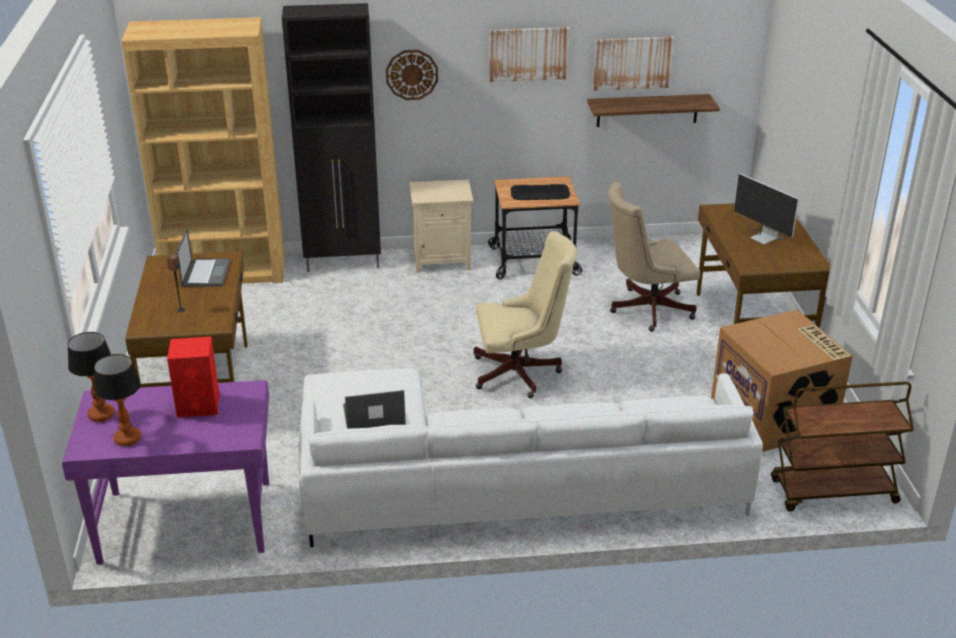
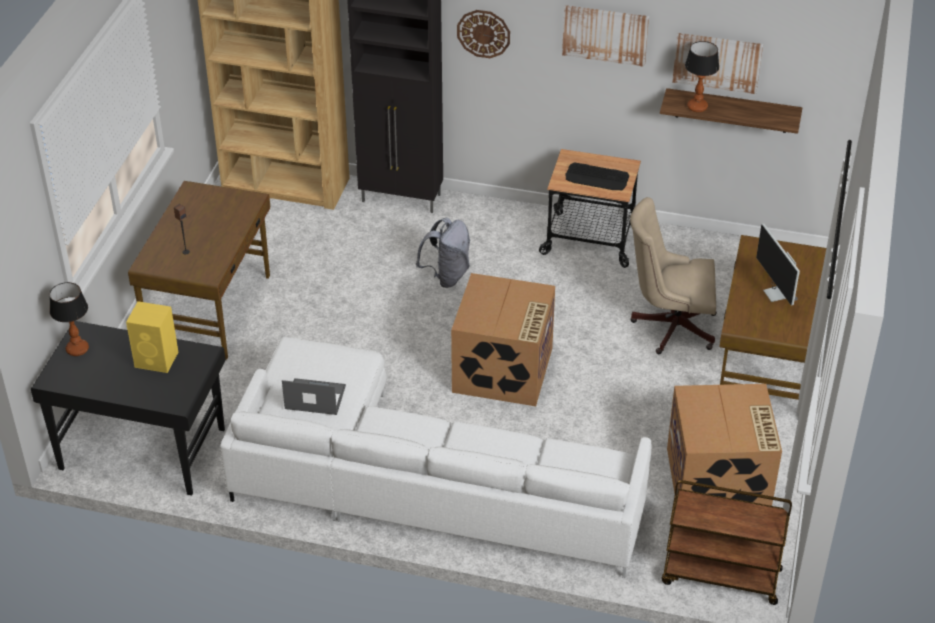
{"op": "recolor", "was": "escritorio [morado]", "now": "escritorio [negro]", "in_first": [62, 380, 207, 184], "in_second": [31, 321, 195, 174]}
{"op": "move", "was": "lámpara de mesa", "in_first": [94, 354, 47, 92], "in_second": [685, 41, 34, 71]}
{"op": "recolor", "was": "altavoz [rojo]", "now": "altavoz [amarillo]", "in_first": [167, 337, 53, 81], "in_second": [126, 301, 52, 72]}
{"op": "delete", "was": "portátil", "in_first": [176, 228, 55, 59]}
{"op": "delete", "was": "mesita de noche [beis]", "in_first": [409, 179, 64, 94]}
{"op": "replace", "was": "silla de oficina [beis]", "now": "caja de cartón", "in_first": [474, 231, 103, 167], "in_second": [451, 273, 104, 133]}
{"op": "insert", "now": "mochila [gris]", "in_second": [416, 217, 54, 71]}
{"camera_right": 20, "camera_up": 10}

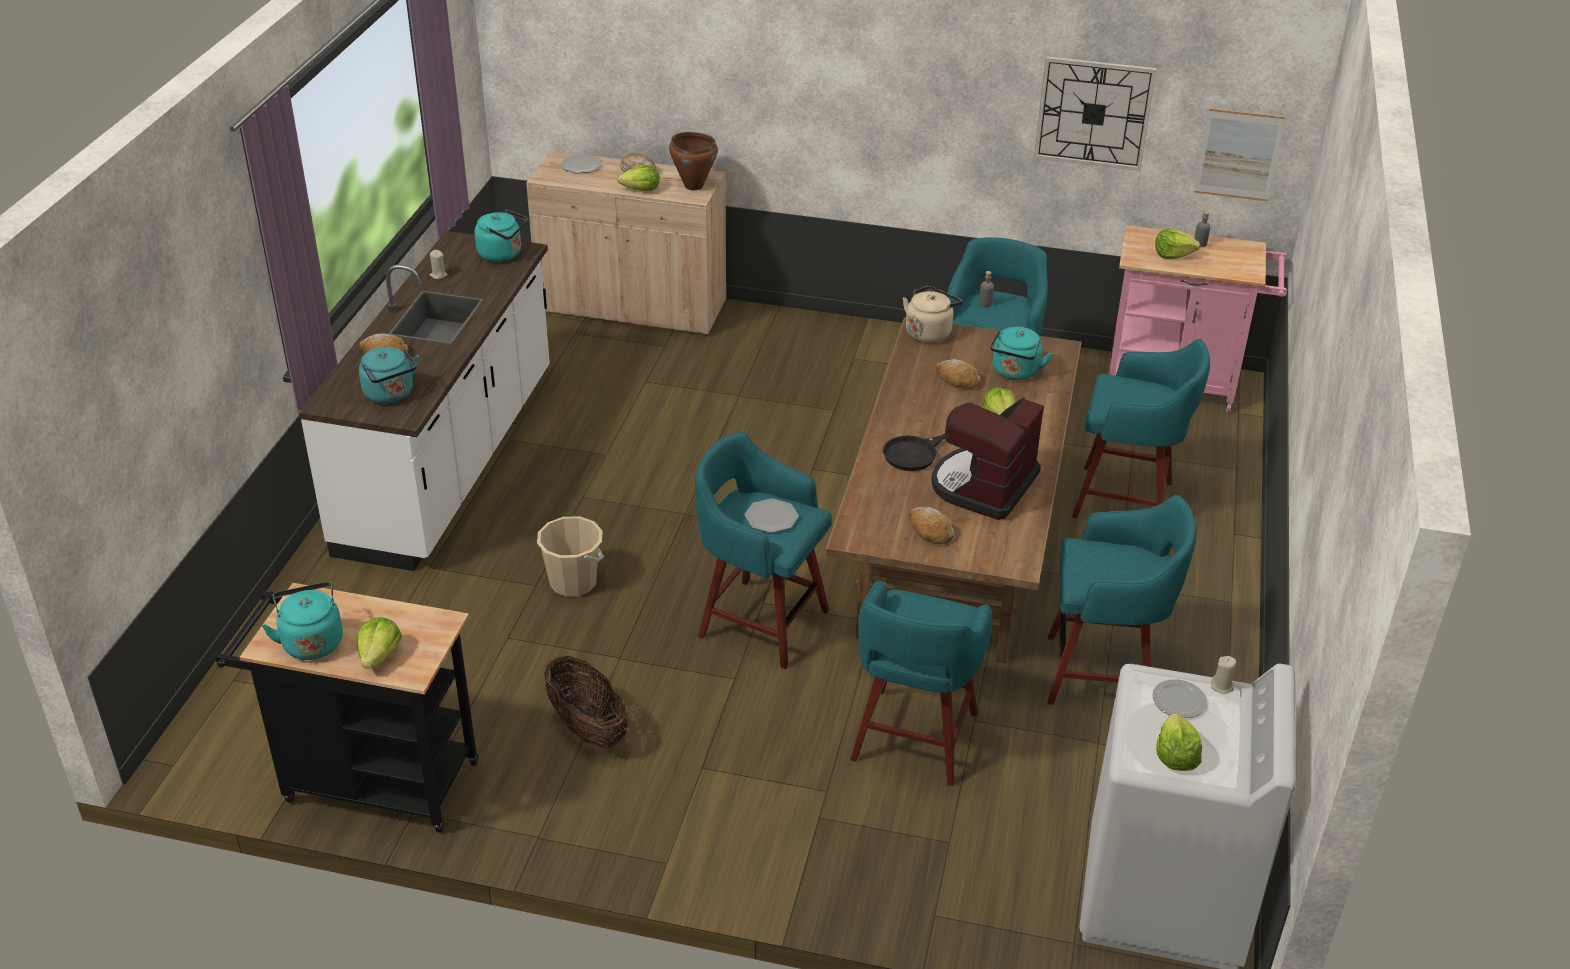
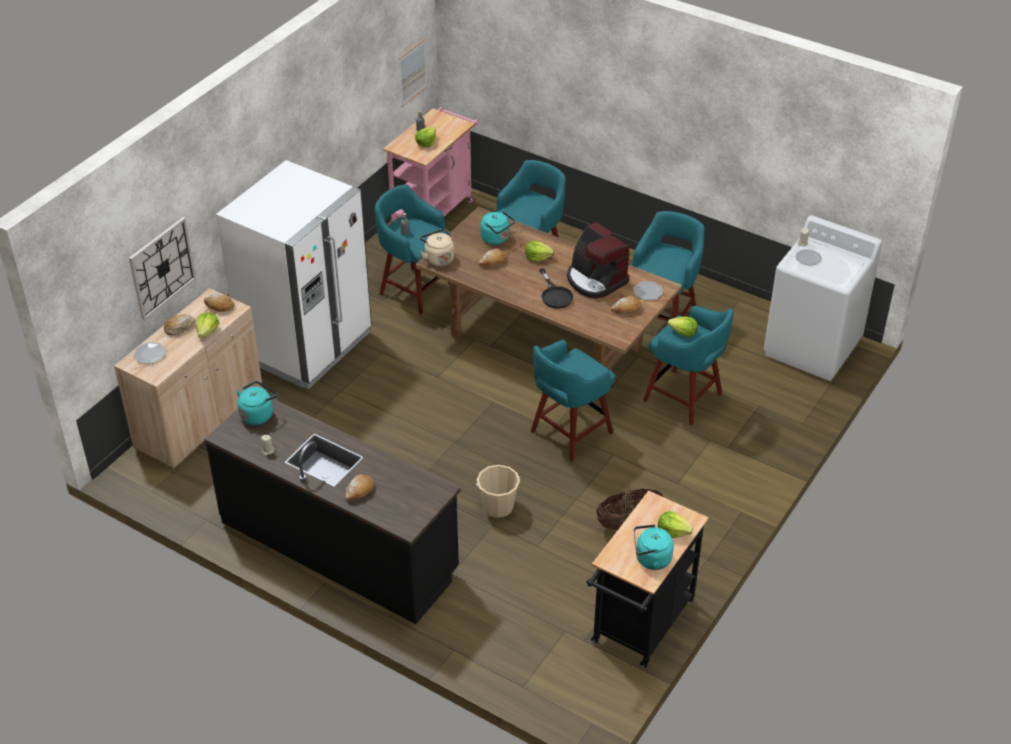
{"op": "recolor", "was": "mueble bajo de cocina [blanco]", "now": "mueble bajo de cocina [negro]", "in_first": [299, 231, 251, 340], "in_second": [204, 399, 257, 225]}
{"op": "delete", "was": "hervidor [turquesa]", "in_first": [359, 347, 60, 57]}
{"op": "replace", "was": "olla [marrón]", "now": "pan", "in_first": [669, 132, 49, 58], "in_second": [204, 294, 31, 18]}
{"op": "move", "was": "plato", "in_first": [744, 499, 55, 34], "in_second": [633, 281, 30, 19]}
{"op": "move", "was": "reloj de pared", "in_first": [1034, 56, 123, 115], "in_second": [129, 217, 67, 103]}
{"op": "move", "was": "lechuga", "in_first": [1156, 713, 46, 58], "in_second": [667, 317, 31, 20]}
{"op": "insert", "now": "nevera [blanco]", "in_second": [216, 160, 156, 229]}
{"camera_right": -70, "camera_up": 5}

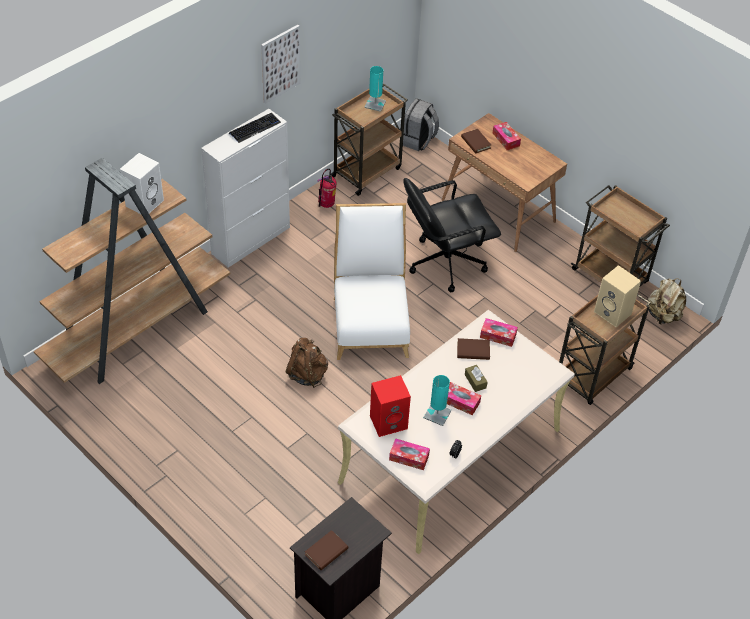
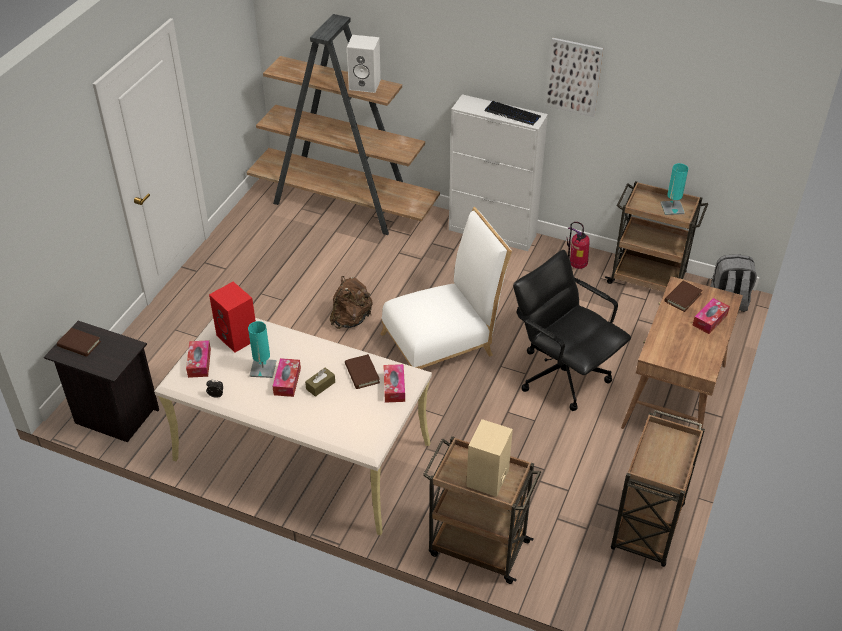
{"op": "delete", "was": "mochila [beis]", "in_first": [647, 279, 39, 46]}
{"camera_right": 70, "camera_up": -5}

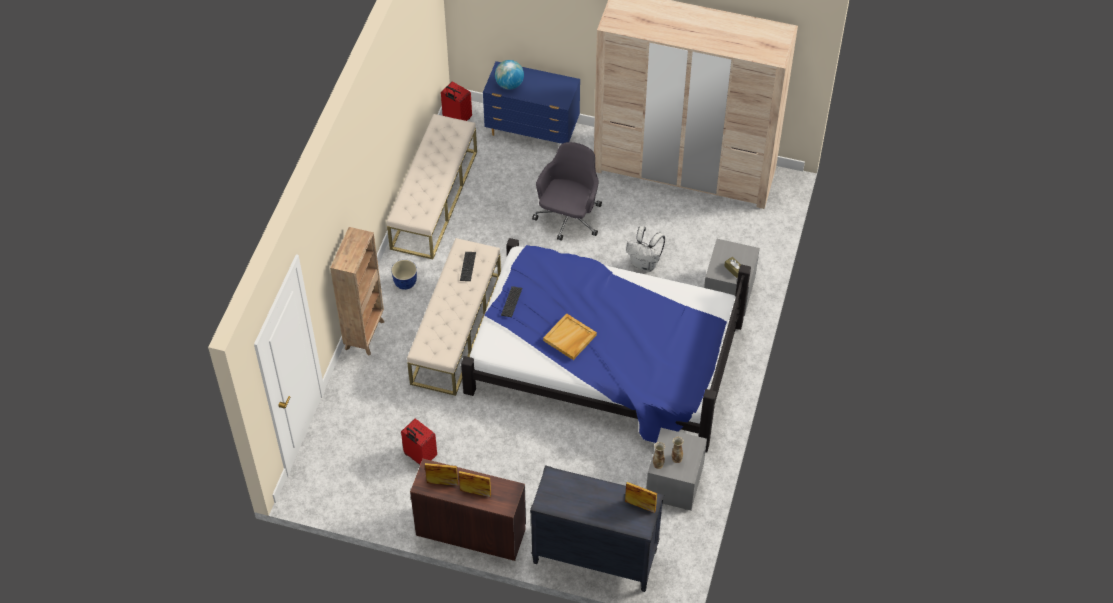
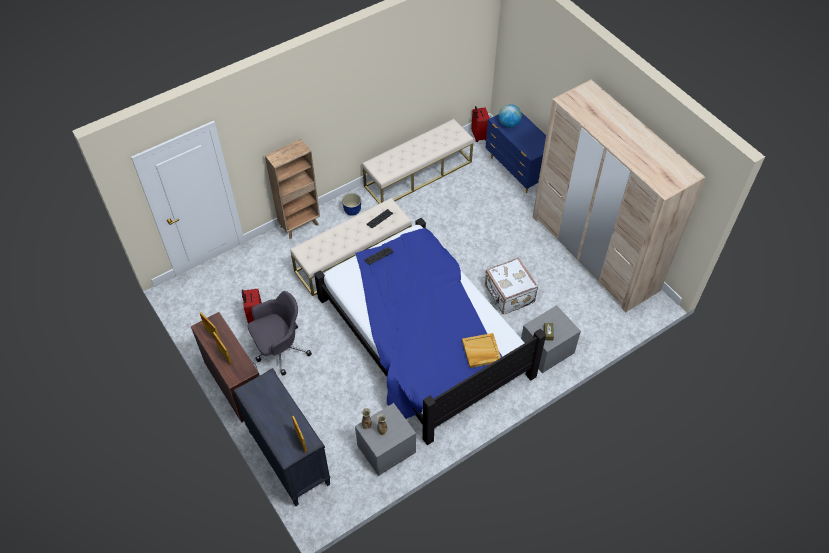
{"op": "move", "was": "silla de oficina [gris]", "in_first": [532, 142, 70, 99], "in_second": [248, 291, 64, 84]}
{"op": "move", "was": "bandeja [beis]", "in_first": [543, 313, 54, 47], "in_second": [462, 333, 39, 35]}
{"op": "replace", "was": "mochila [blanco]", "now": "maleta [blanco]", "in_first": [626, 226, 39, 46], "in_second": [485, 257, 53, 57]}
{"camera_right": 40, "camera_up": 0}

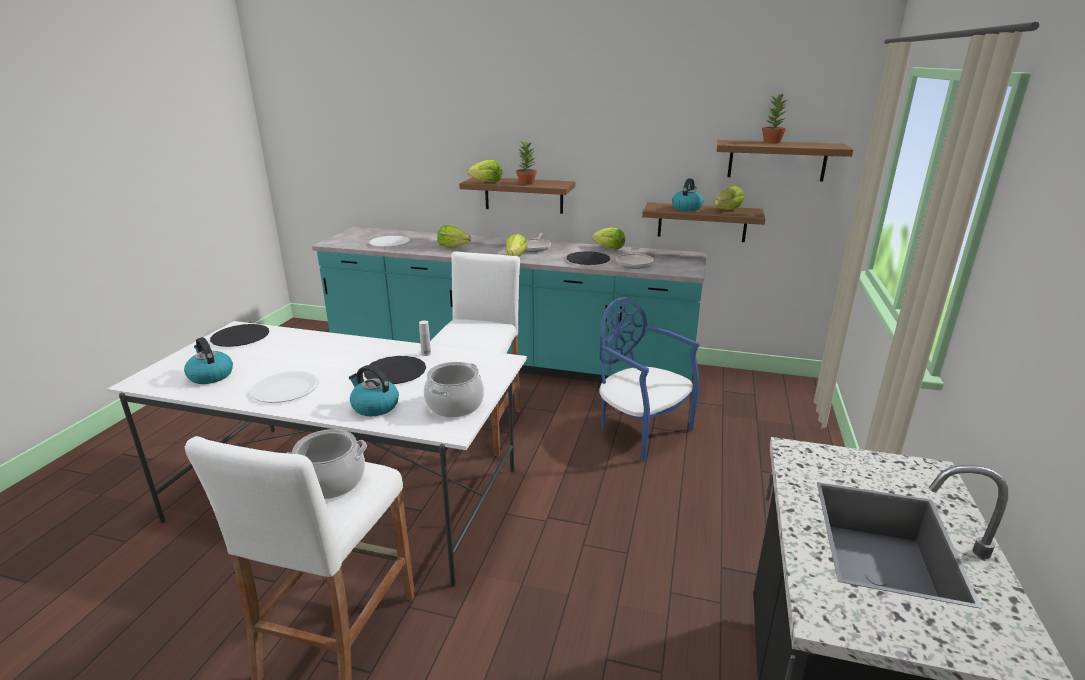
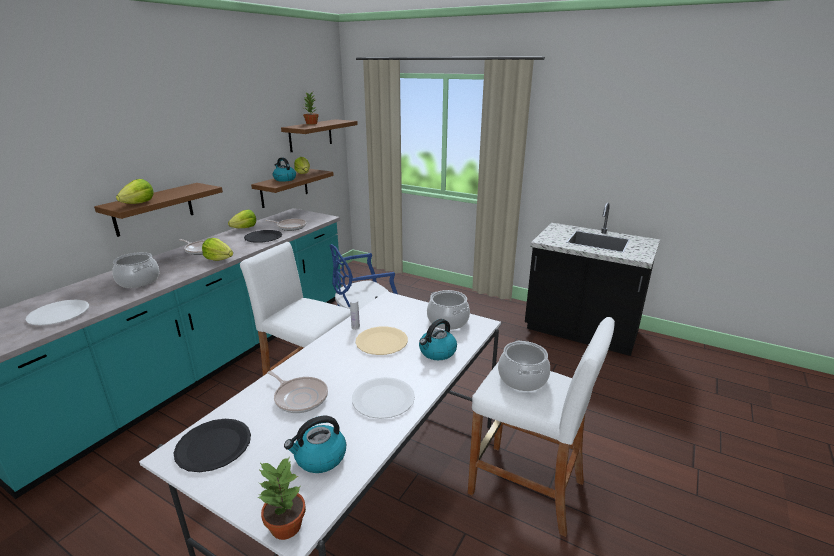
{"op": "recolor", "was": "plato [negro]", "now": "plato [beis]", "in_first": [364, 356, 62, 28], "in_second": [355, 326, 53, 29]}
{"op": "replace", "was": "lechuga", "now": "olla", "in_first": [437, 225, 34, 23], "in_second": [112, 252, 47, 36]}
{"op": "move", "was": "planta en maceta", "in_first": [516, 139, 21, 46], "in_second": [257, 457, 49, 83]}
{"op": "insert", "now": "sartén", "in_second": [267, 371, 61, 42]}
{"camera_right": -75, "camera_up": 0}

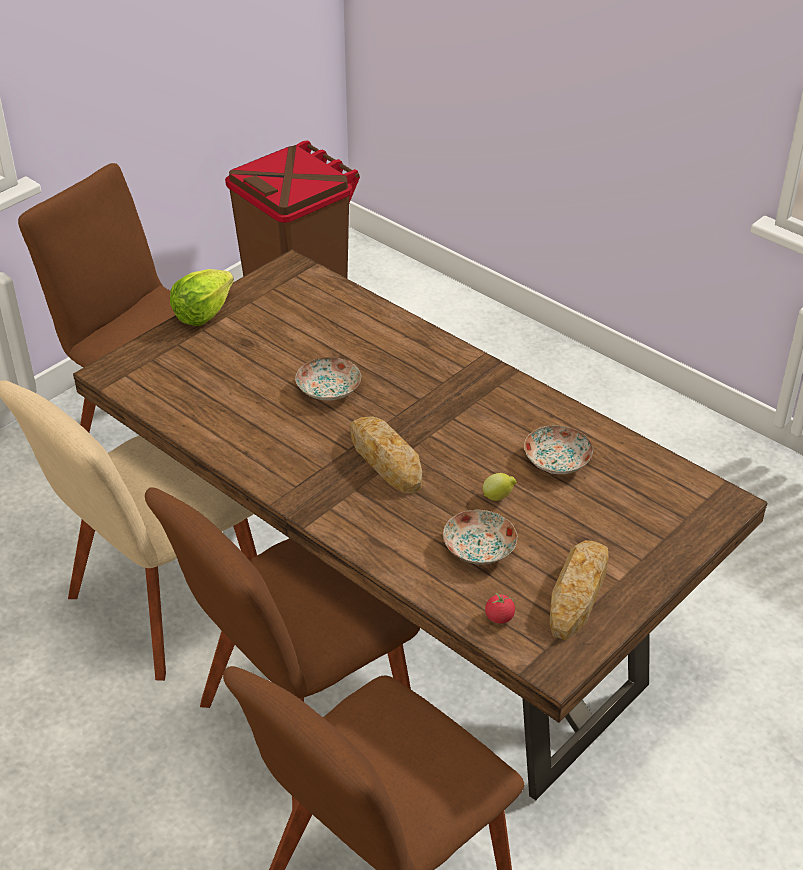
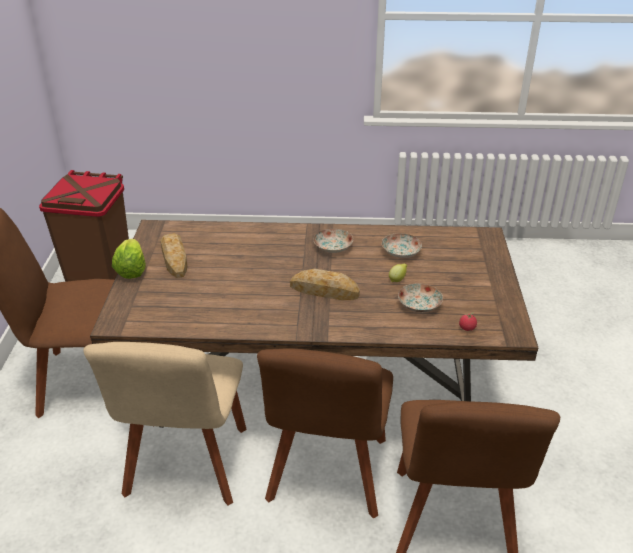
{"op": "move", "was": "plato", "in_first": [295, 357, 66, 44], "in_second": [314, 229, 39, 24]}
{"op": "move", "was": "pan", "in_first": [549, 540, 60, 100], "in_second": [160, 233, 27, 45]}
{"camera_right": -40, "camera_up": -5}

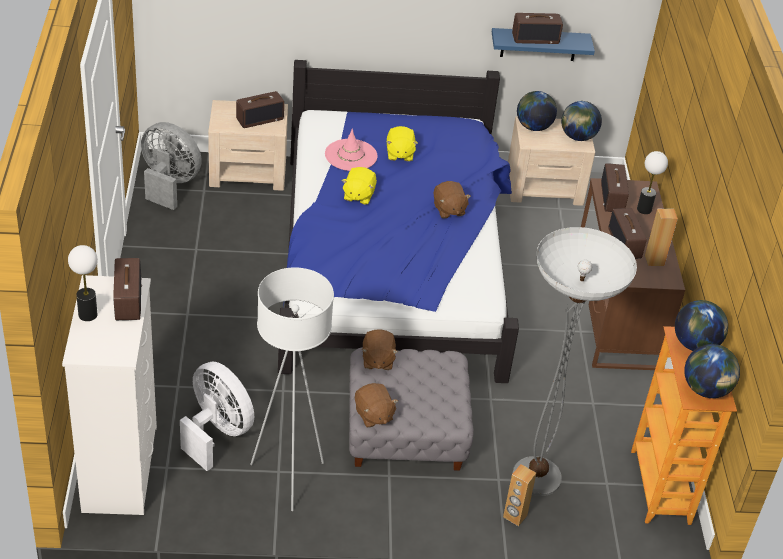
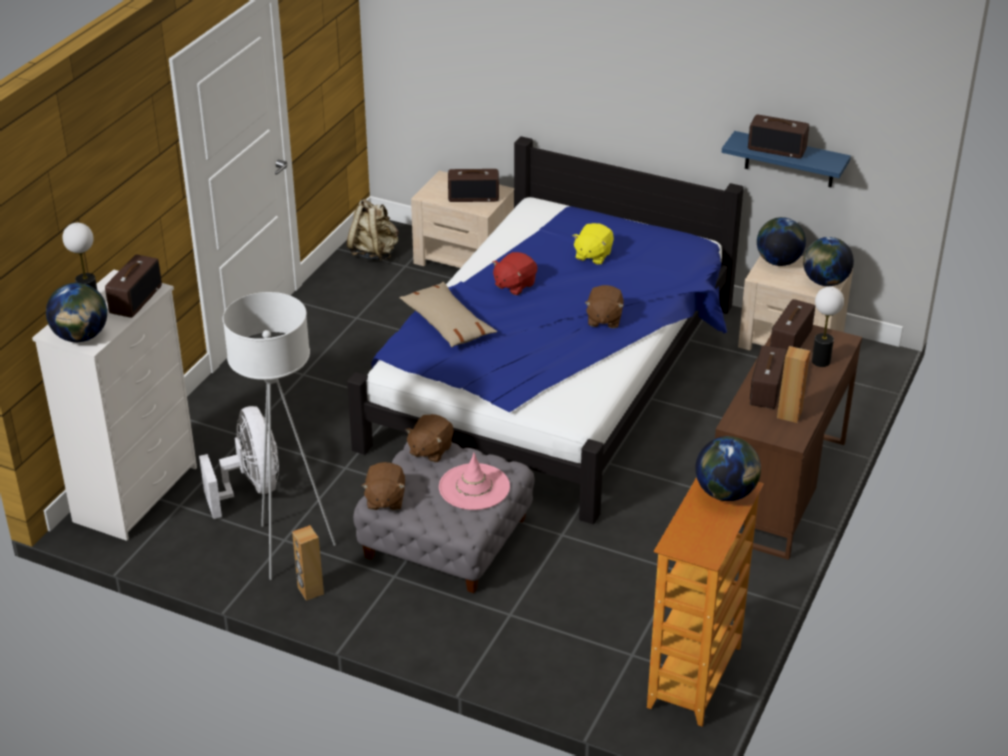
{"op": "replace", "was": "ventilador [gris]", "now": "mochila [beis]", "in_first": [141, 122, 61, 88], "in_second": [347, 199, 51, 62]}
{"op": "move", "was": "sombrero [rosa]", "in_first": [325, 129, 52, 42], "in_second": [439, 453, 71, 57]}
{"op": "recolor", "was": "peluche [amarillo]", "now": "peluche [rojo]", "in_first": [342, 167, 35, 38], "in_second": [493, 252, 44, 43]}
{"op": "move", "was": "altavoz [marrón]", "in_first": [503, 464, 33, 62], "in_second": [292, 525, 32, 76]}
{"op": "delete", "was": "lámpara de pie", "in_first": [513, 227, 124, 269]}
{"op": "move", "was": "globo terráqueo", "in_first": [684, 344, 56, 54], "in_second": [46, 283, 61, 59]}
{"op": "insert", "now": "cojín [beis]", "in_second": [399, 282, 98, 65]}
{"camera_right": 30, "camera_up": -5}

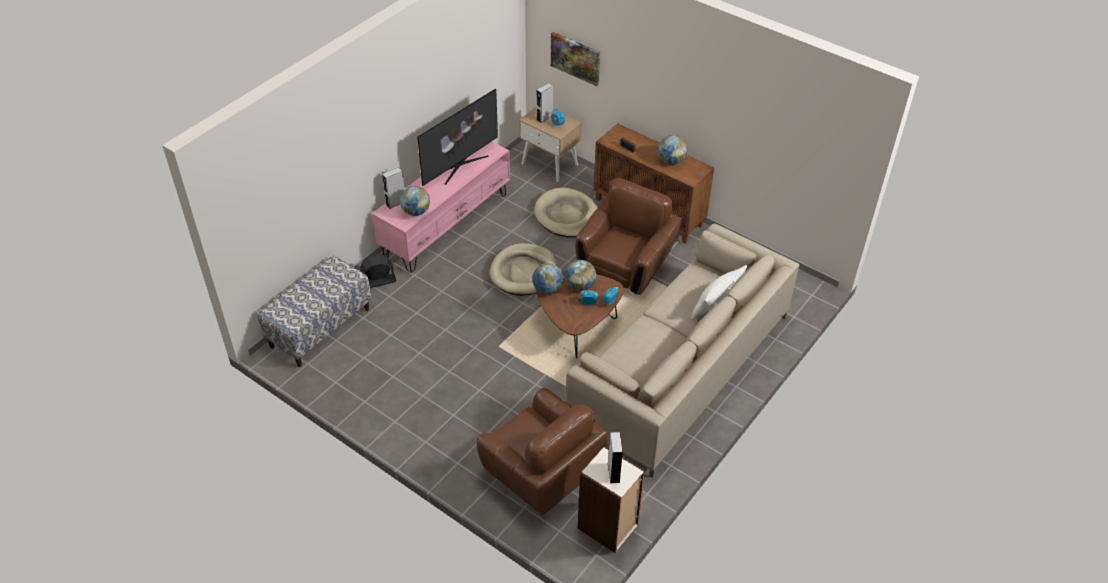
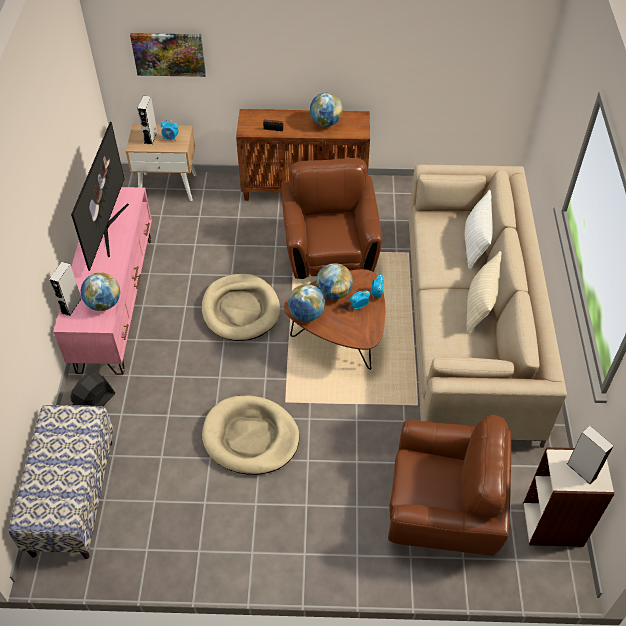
{"op": "move", "was": "cama para perro [beis]", "in_first": [534, 187, 64, 51], "in_second": [202, 395, 98, 80]}
{"op": "insert", "now": "cojín [beis]", "in_second": [466, 251, 36, 83]}
{"camera_right": -35, "camera_up": 5}

